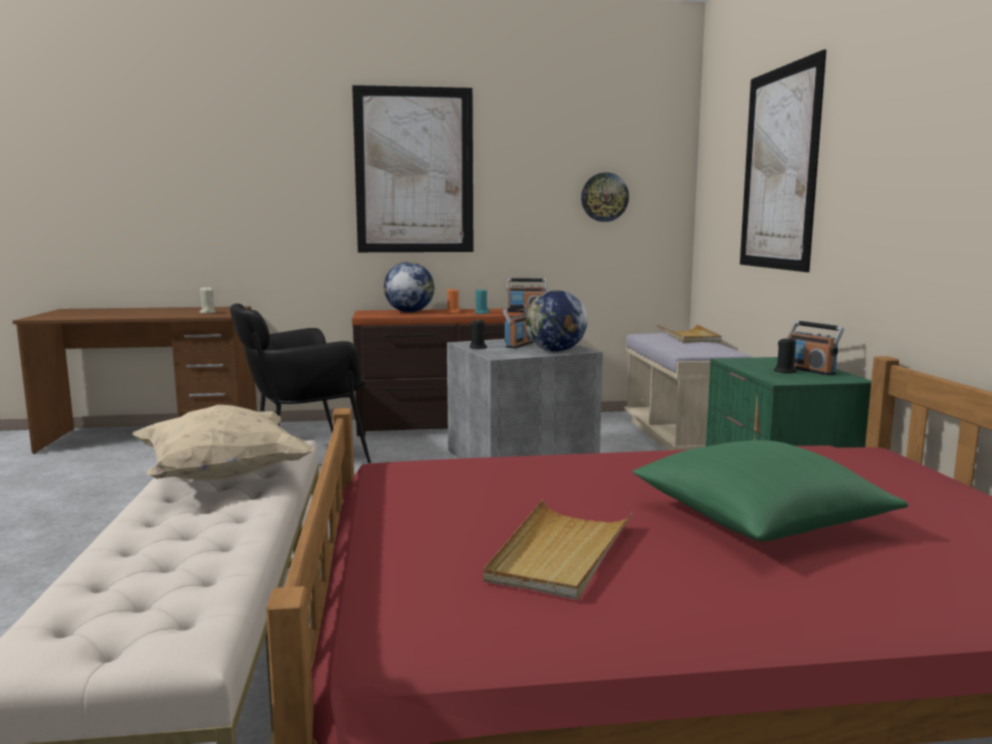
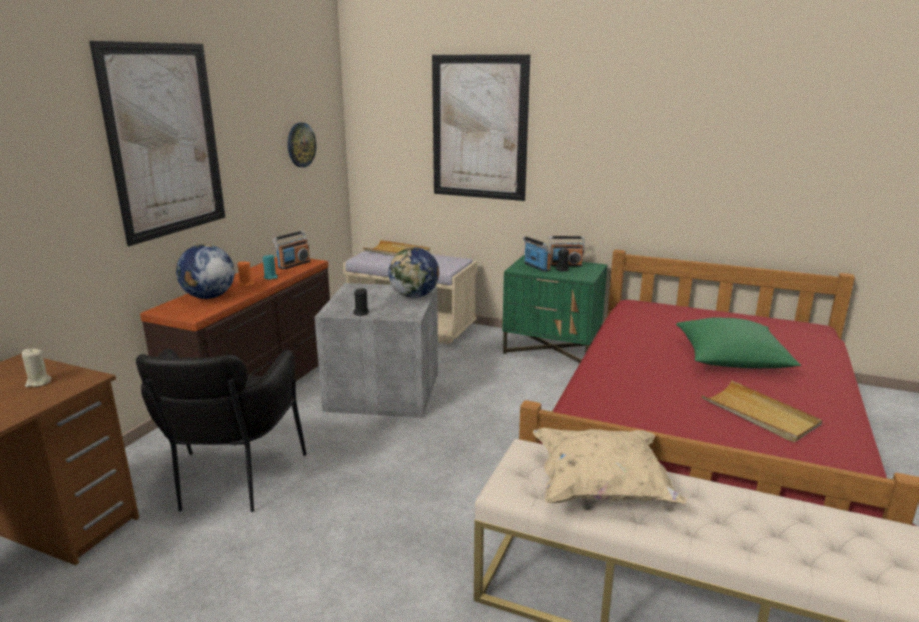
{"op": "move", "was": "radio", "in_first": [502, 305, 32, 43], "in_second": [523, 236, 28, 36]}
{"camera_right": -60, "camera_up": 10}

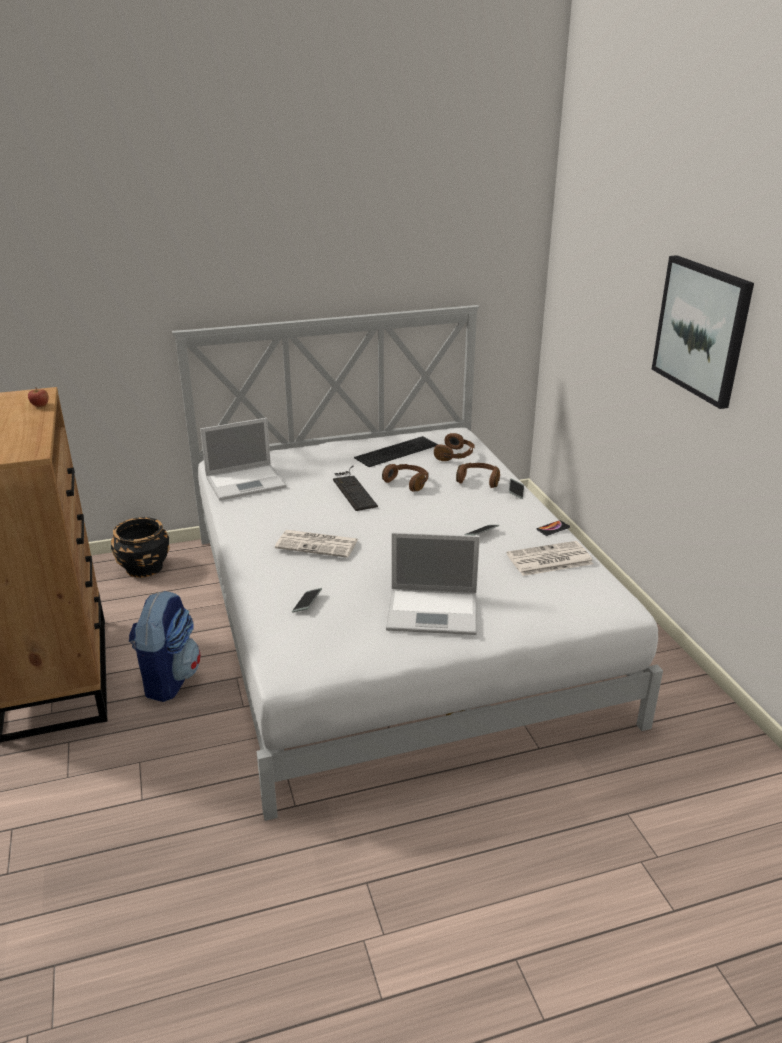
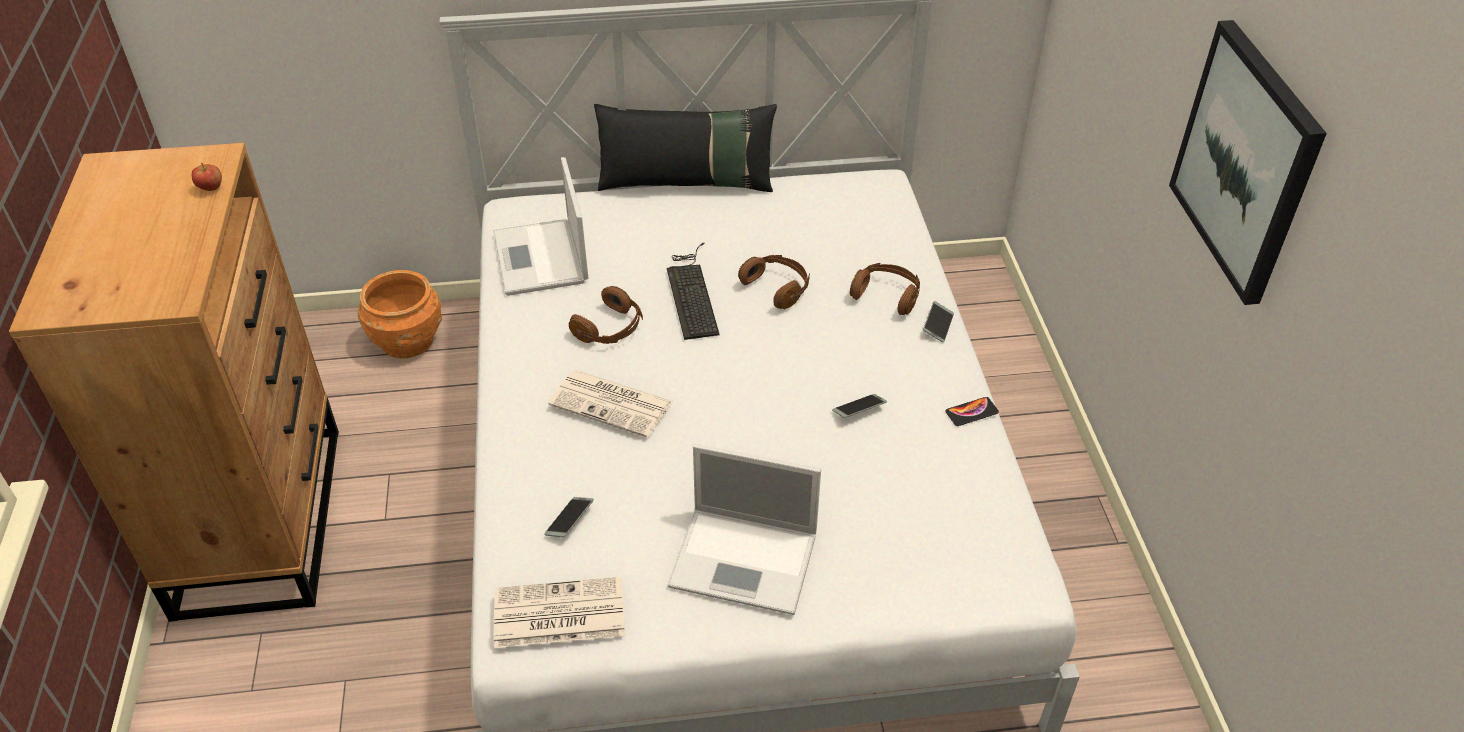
{"op": "recolor", "was": "maceta [negro]", "now": "maceta [naranja]", "in_first": [111, 517, 59, 61], "in_second": [358, 270, 84, 89]}
{"op": "delete", "was": "mochila", "in_first": [128, 591, 73, 111]}
{"op": "rotate", "was": "portátil", "in_first": [200, 418, 86, 82], "in_second": [494, 157, 94, 139], "clockwise": 90}
{"op": "delete", "was": "teclado", "in_first": [354, 436, 84, 31]}
{"op": "move", "was": "auriculares [marrón]", "in_first": [434, 433, 41, 28], "in_second": [569, 286, 74, 58]}
{"op": "move", "was": "periódico", "in_first": [507, 541, 86, 35], "in_second": [494, 577, 131, 71]}
{"op": "insert", "now": "cojín [negro]", "in_second": [594, 104, 183, 88]}
{"camera_right": 10, "camera_up": 15}

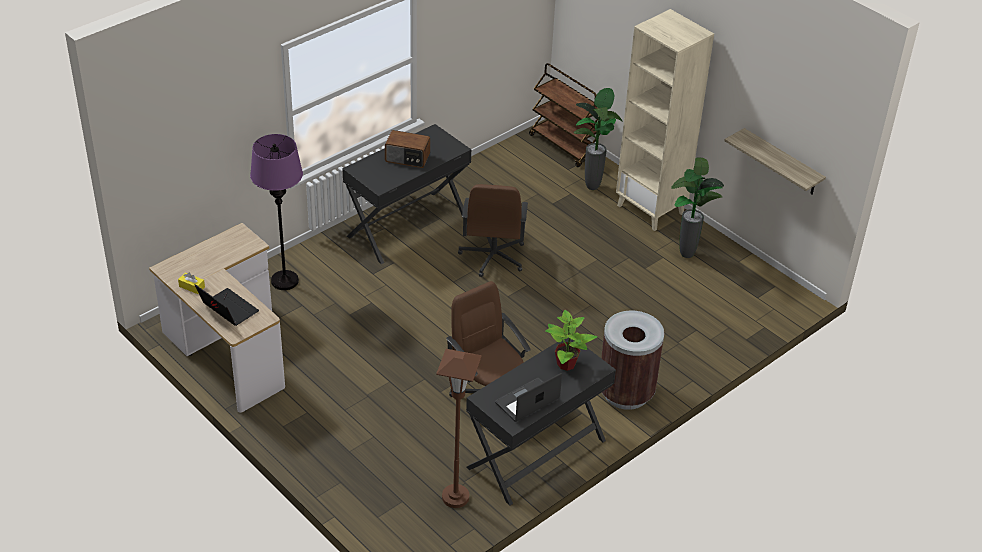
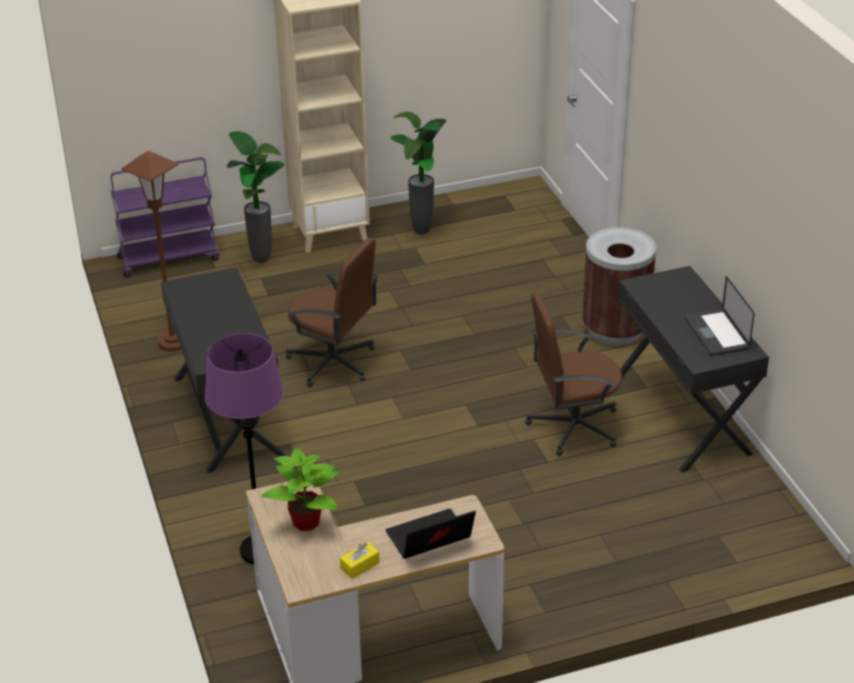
{"op": "delete", "was": "radio", "in_first": [385, 130, 45, 38]}
{"op": "move", "was": "lámpara de pie [marrón]", "in_first": [436, 349, 46, 159], "in_second": [121, 151, 60, 201]}
{"op": "recolor", "was": "carrito [marrón]", "now": "carrito [morado]", "in_first": [529, 63, 70, 104], "in_second": [111, 157, 108, 120]}
{"op": "move", "was": "planta en maceta", "in_first": [545, 310, 52, 61], "in_second": [261, 448, 79, 83]}
{"op": "delete", "was": "estante", "in_first": [725, 128, 101, 67]}
{"camera_right": -65, "camera_up": -5}

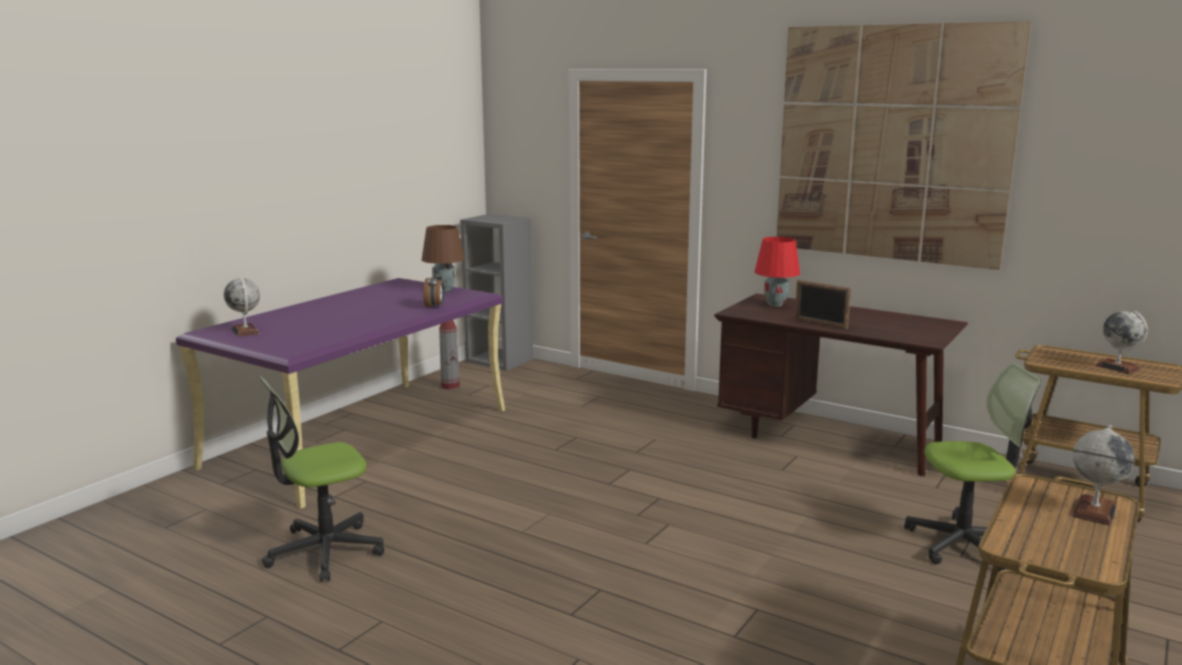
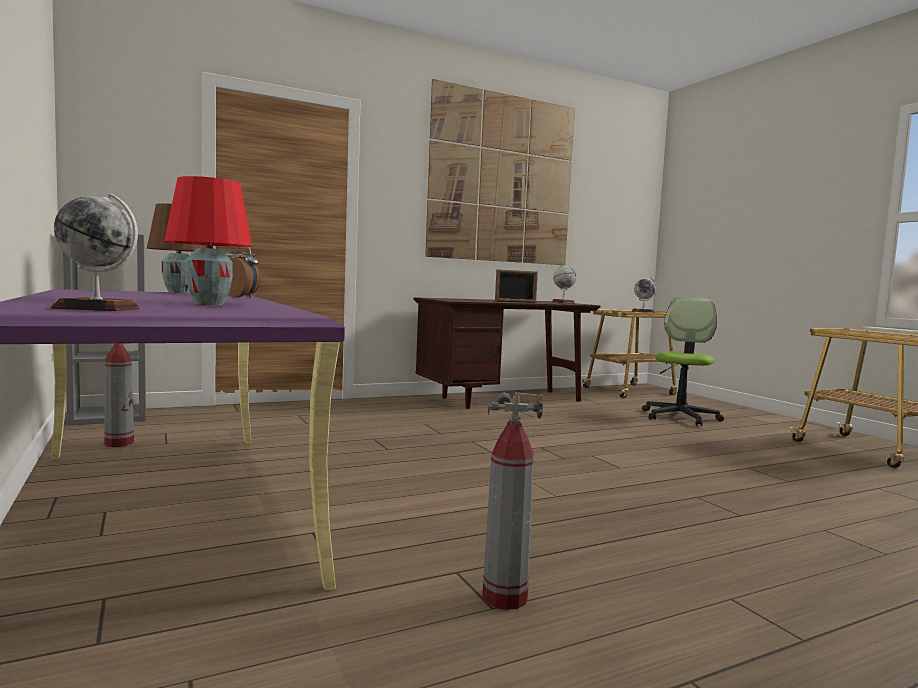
{"op": "replace", "was": "silla de oficina", "now": "extintor", "in_first": [259, 376, 125, 206], "in_second": [482, 392, 61, 218]}
{"op": "move", "was": "lámpara de mesa [rojo]", "in_first": [755, 237, 45, 70], "in_second": [164, 176, 88, 129]}
{"op": "move", "was": "globo terráqueo", "in_first": [1072, 425, 63, 101], "in_second": [551, 265, 25, 38]}
{"camera_right": -60, "camera_up": -10}

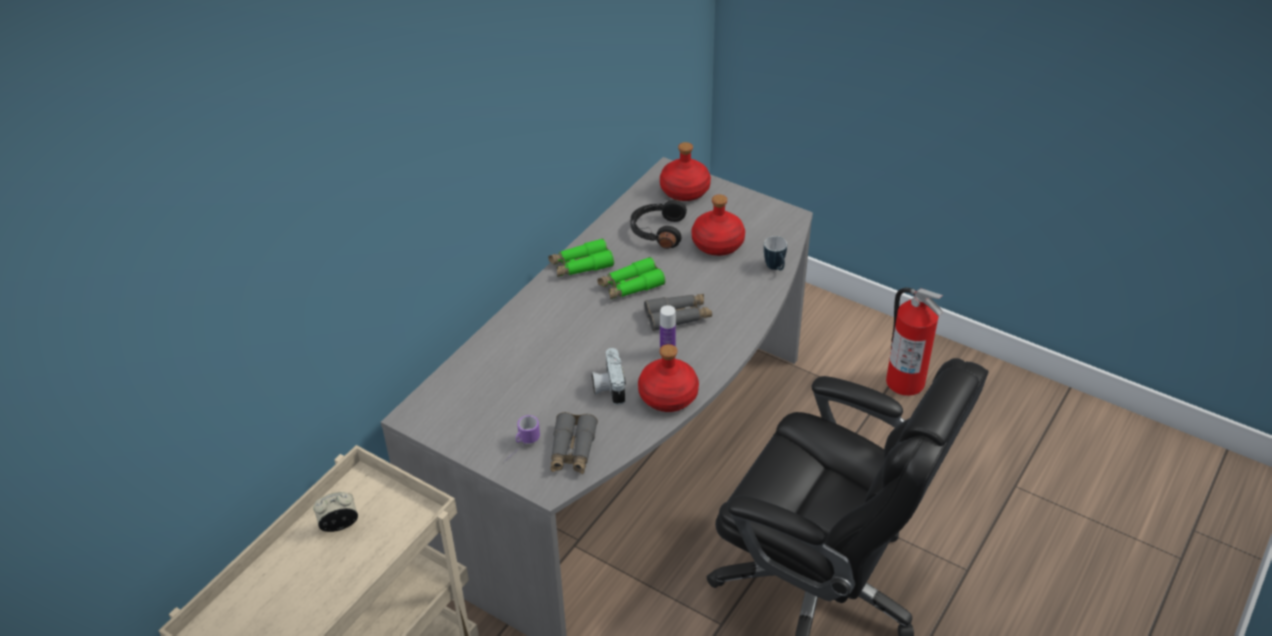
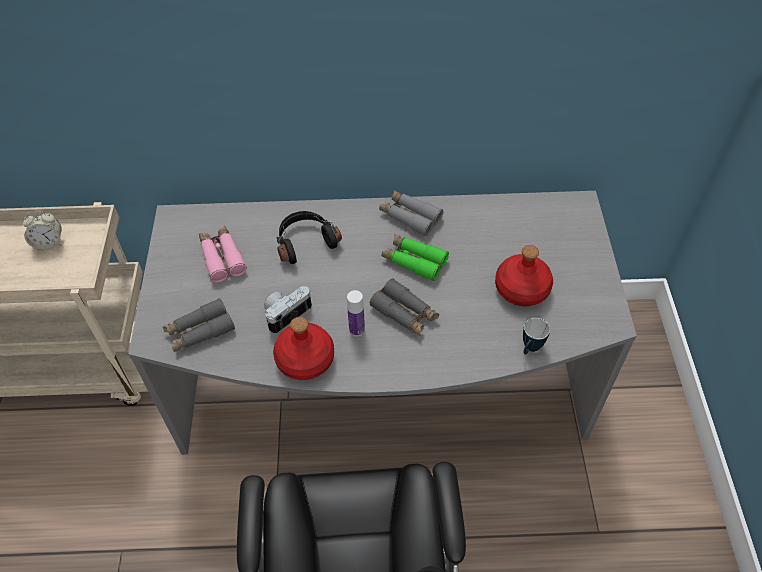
{"op": "rotate", "was": "despertador", "in_first": [313, 492, 45, 40], "in_second": [23, 211, 39, 39], "clockwise": 135}
{"op": "delete", "was": "taza grande", "in_first": [505, 415, 35, 46]}
{"op": "recolor", "was": "prismáticos [verde]", "now": "prismáticos [gris]", "in_first": [548, 238, 66, 39], "in_second": [379, 190, 64, 46]}
{"op": "move", "was": "auriculares [negro]", "in_first": [630, 200, 57, 49], "in_second": [277, 211, 65, 53]}
{"op": "delete", "was": "botella [rojo]", "in_first": [660, 142, 51, 59]}
{"op": "delete", "was": "extintor", "in_first": [886, 288, 57, 108]}
{"op": "insert", "now": "prismáticos [rosa]", "in_second": [199, 226, 48, 56]}
{"camera_right": 55, "camera_up": 10}

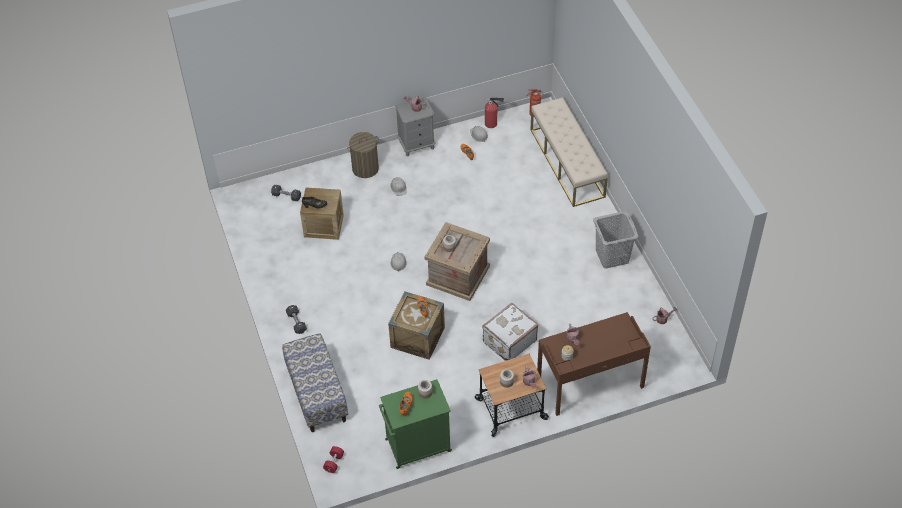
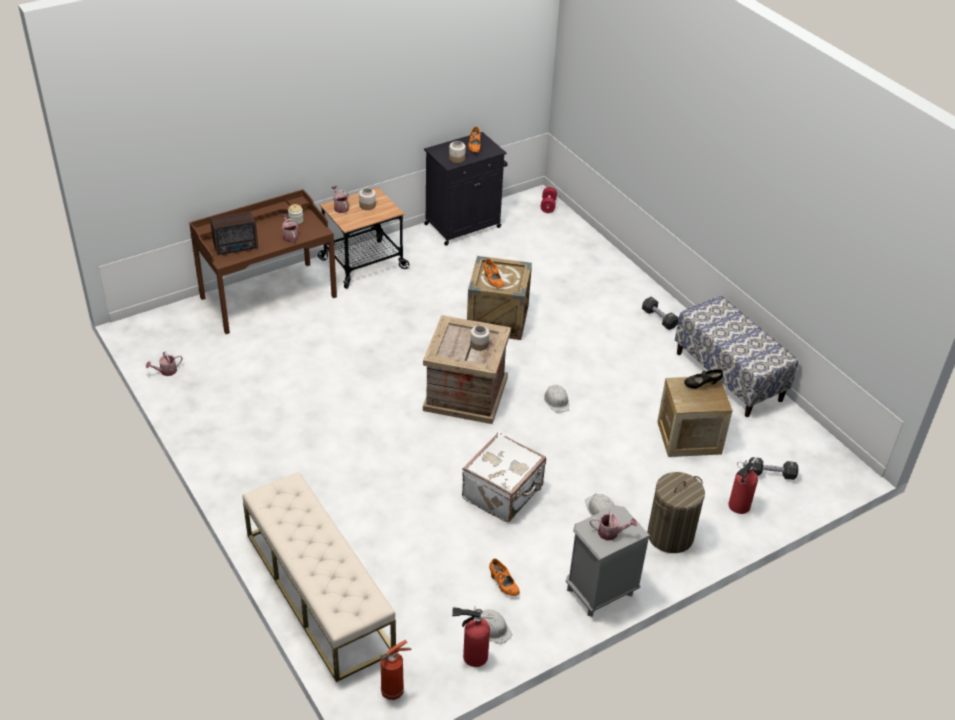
{"op": "move", "was": "banco", "in_first": [282, 333, 66, 99], "in_second": [675, 296, 123, 121]}
{"op": "recolor", "was": "armario [verde]", "now": "armario [negro]", "in_first": [379, 379, 73, 90], "in_second": [424, 132, 84, 114]}
{"op": "move", "was": "maleta [blanco]", "in_first": [482, 302, 56, 59], "in_second": [462, 432, 84, 90]}
{"op": "delete", "was": "cesto de la ropa [gris]", "in_first": [593, 211, 45, 57]}
{"op": "insert", "now": "radio", "in_second": [210, 212, 48, 43]}
{"op": "insert", "now": "extintor", "in_second": [728, 457, 30, 57]}
{"camera_right": 165, "camera_up": -10}

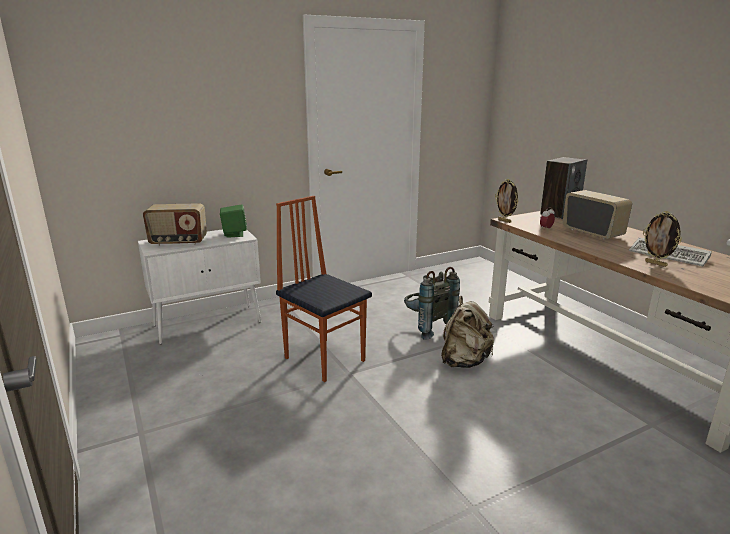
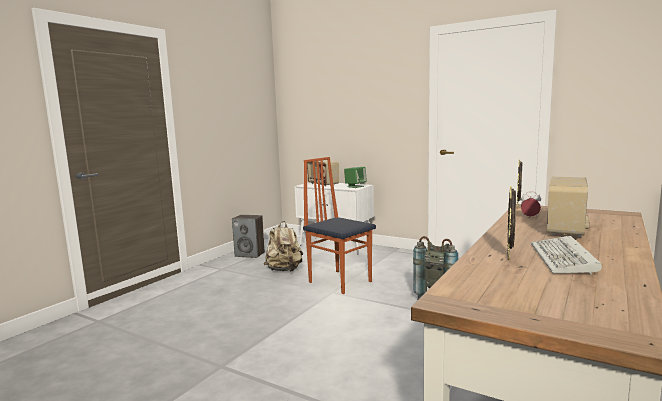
{"op": "rotate", "was": "silla", "in_first": [276, 196, 96, 186], "in_second": [303, 157, 73, 137], "clockwise": -60}
{"op": "move", "was": "mochila [beis]", "in_first": [441, 296, 53, 72], "in_second": [264, 221, 39, 51]}
{"op": "move", "was": "altavoz", "in_first": [540, 157, 47, 63], "in_second": [232, 215, 33, 43]}
{"camera_right": 60, "camera_up": -10}

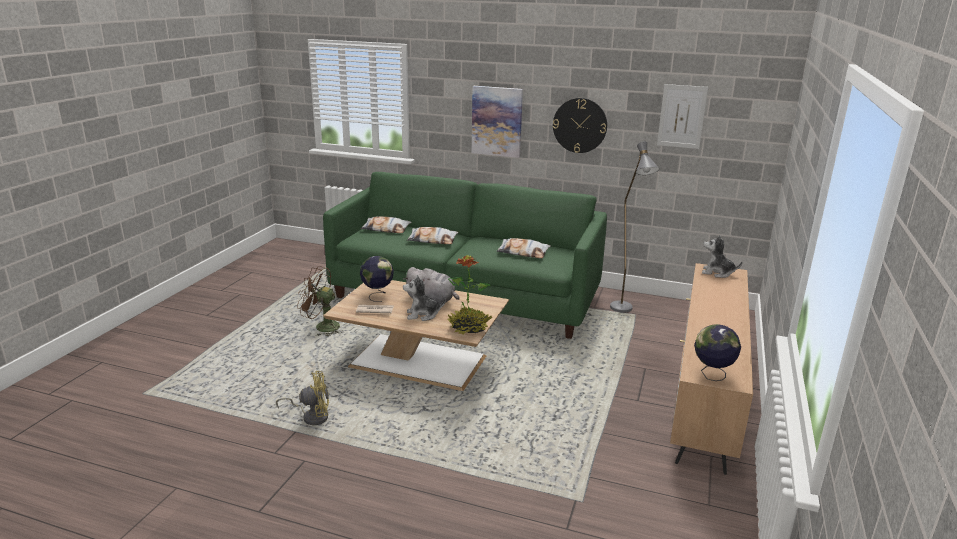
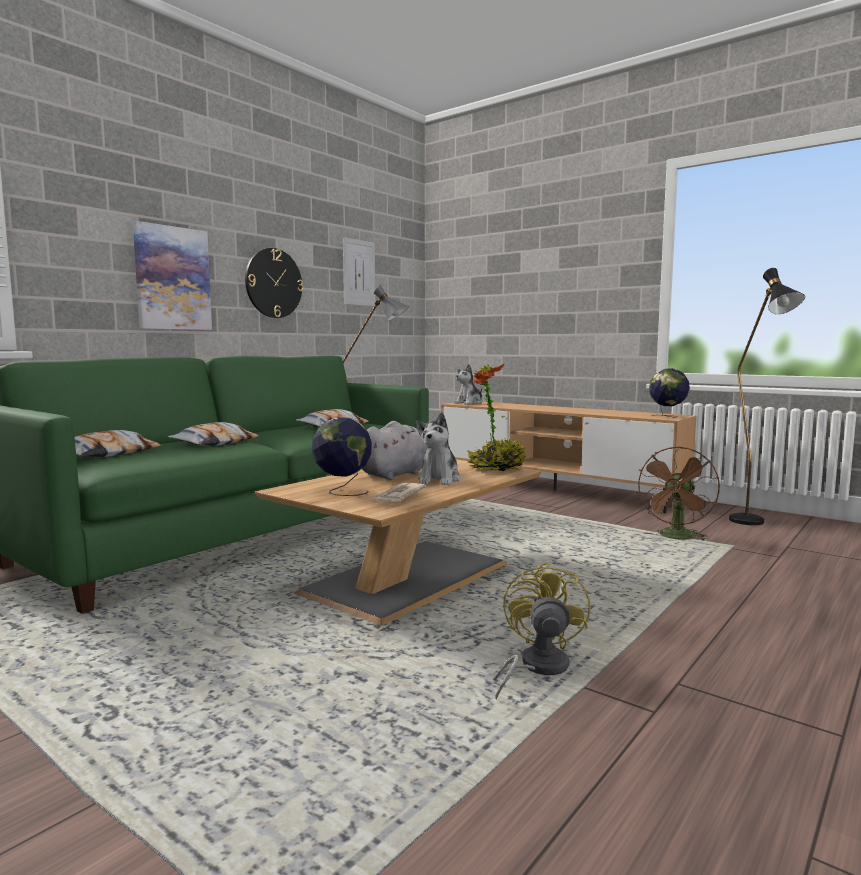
{"op": "move", "was": "ventilador [marrón]", "in_first": [297, 266, 45, 70], "in_second": [636, 446, 84, 95]}
{"op": "insert", "now": "lámpara de pie [negro]", "in_second": [729, 268, 76, 257]}
{"camera_right": -70, "camera_up": -15}

